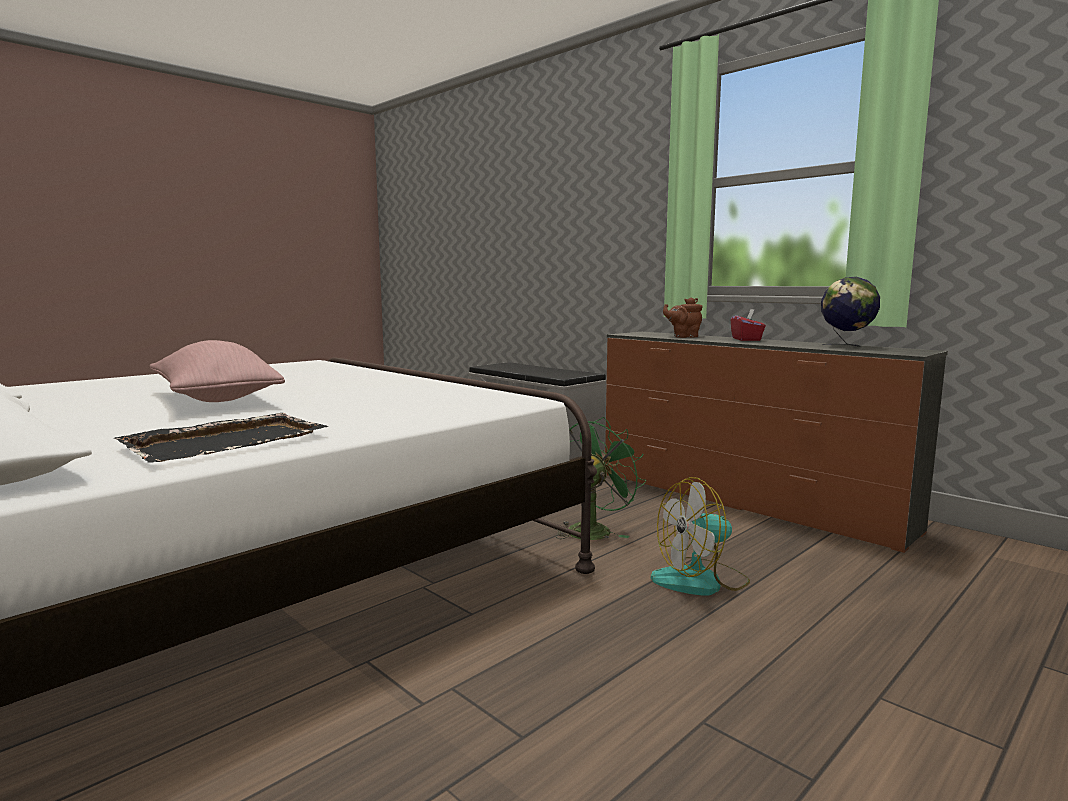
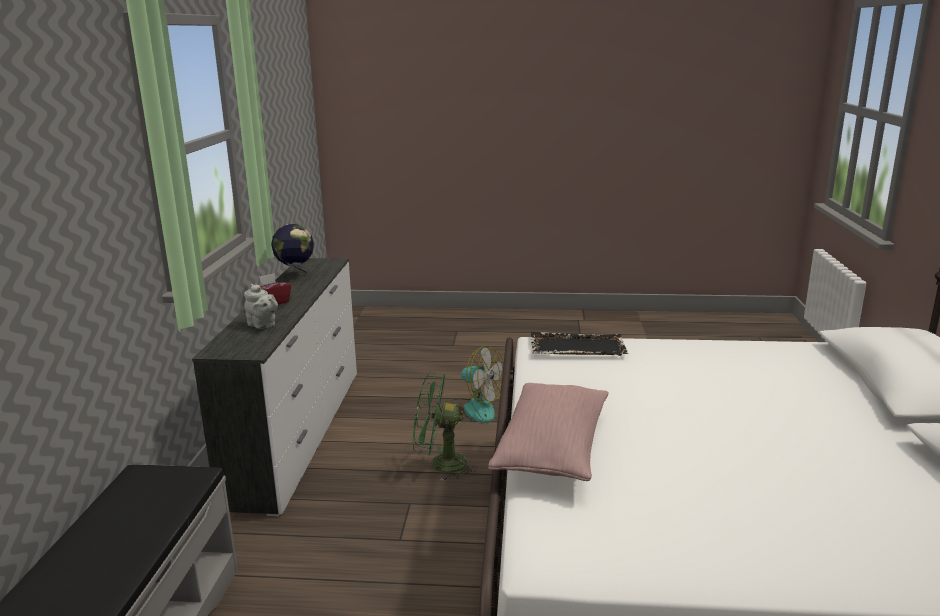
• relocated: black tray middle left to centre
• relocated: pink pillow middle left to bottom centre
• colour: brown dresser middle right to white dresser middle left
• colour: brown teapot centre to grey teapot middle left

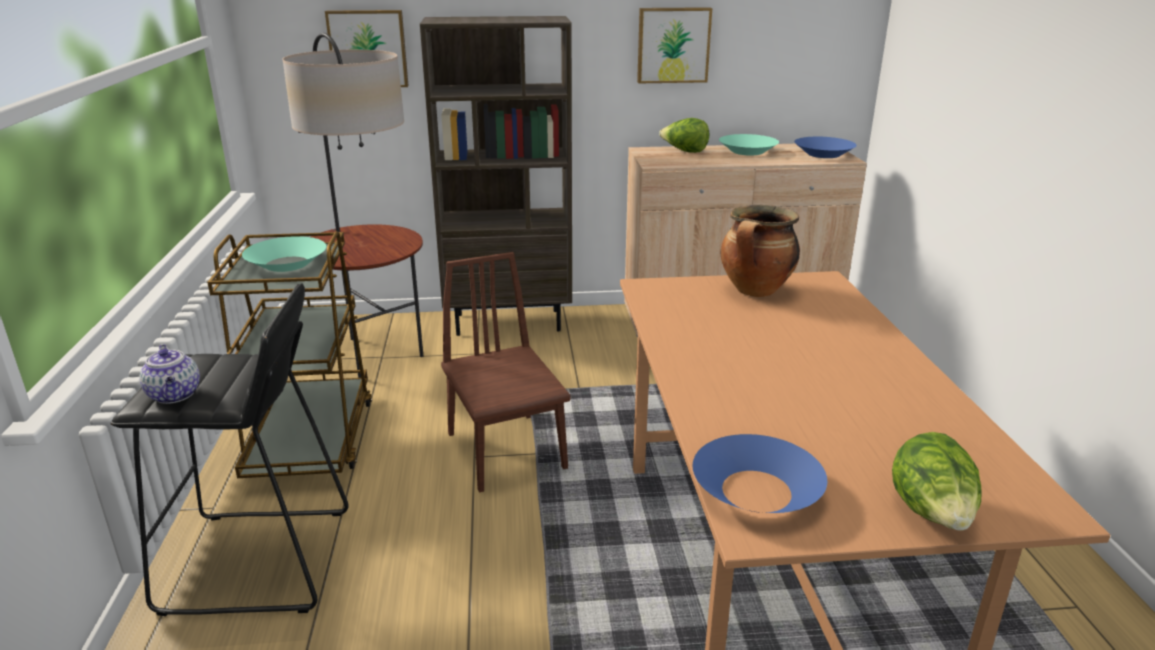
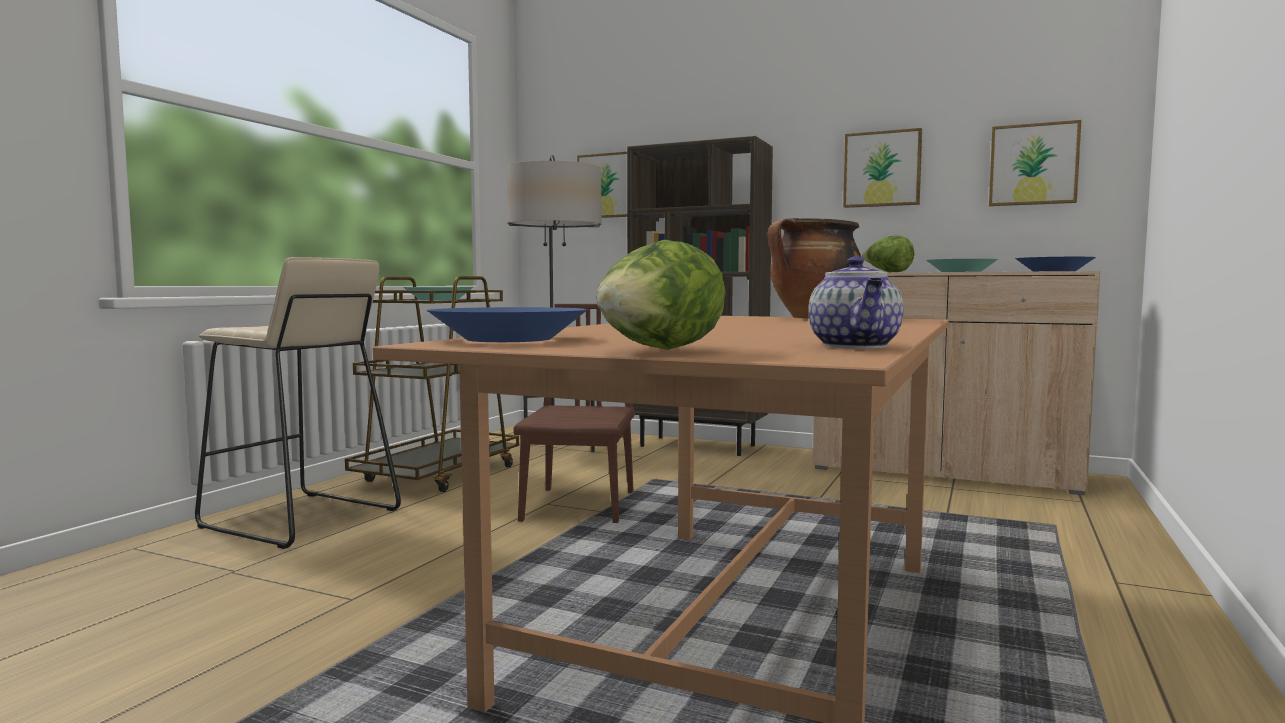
• appeared: picture (no. 3 from left) top right
• relocated: teapot middle left to centre
• colour: black stool bottom left to beige stool middle left

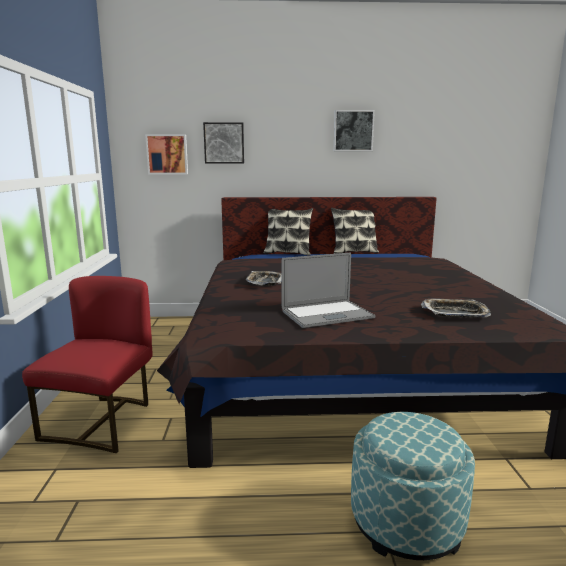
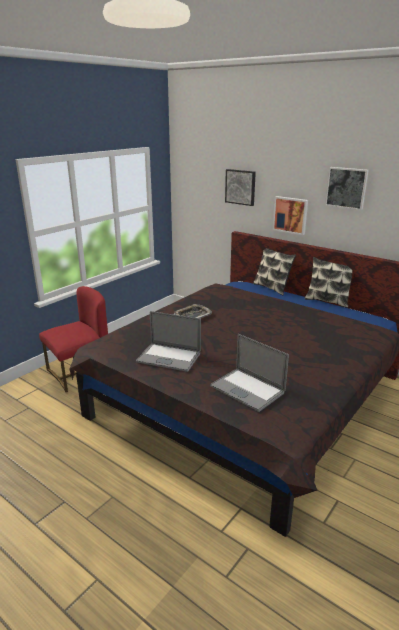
• missing: ottoman bottom right
• relocated: picture (no. 1 from left in the first image) top left to picture (no. 2 from left) middle right
• exchanged: tray (no. 2 from left) middle right to laptop (no. 2 from left) centre

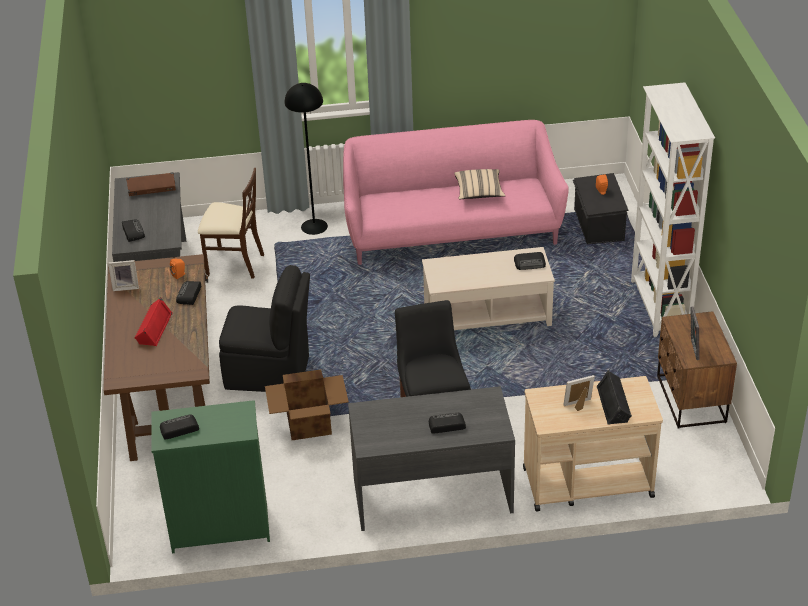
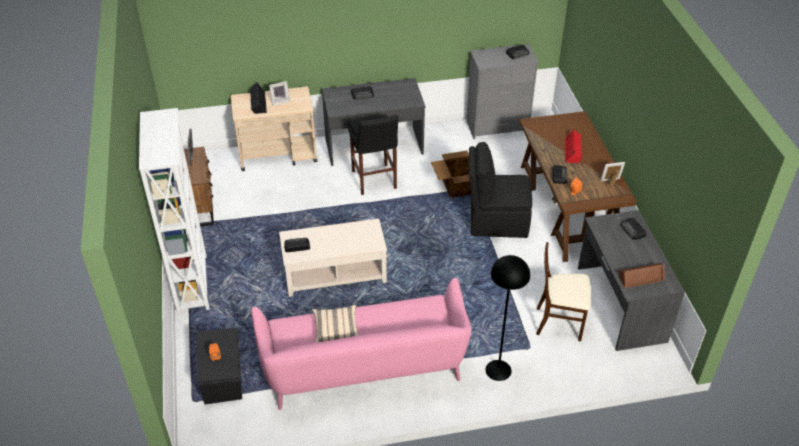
• colour: green dresser bottom left to grey dresser top centre

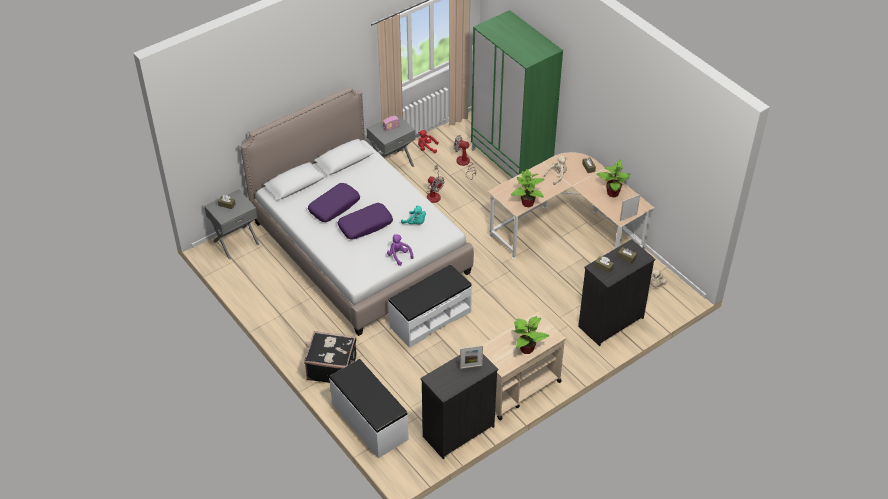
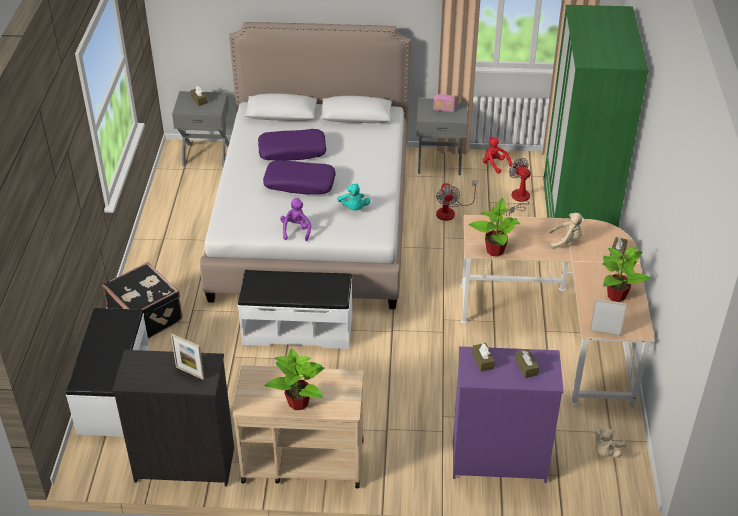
• colour: black dresser (no. 2 from left) middle right to purple dresser bottom right

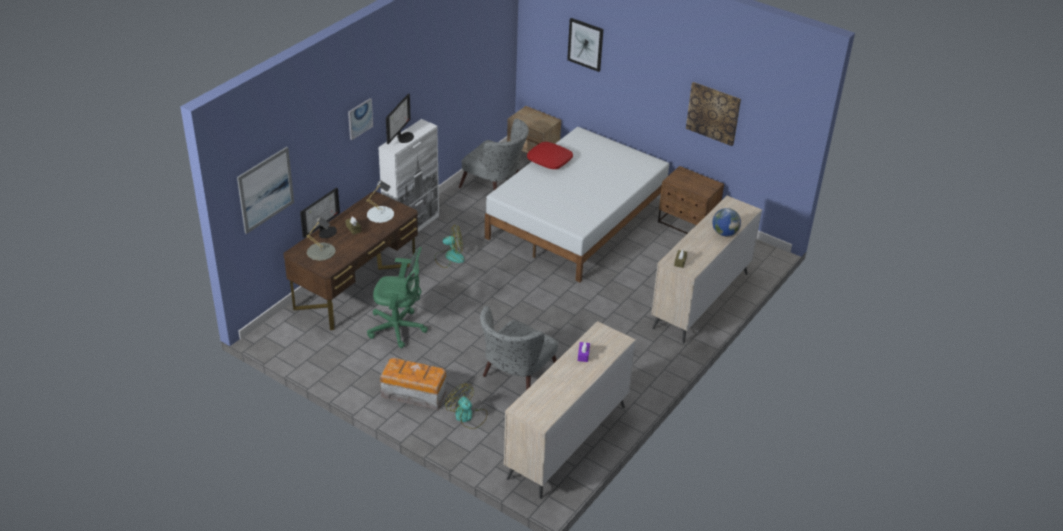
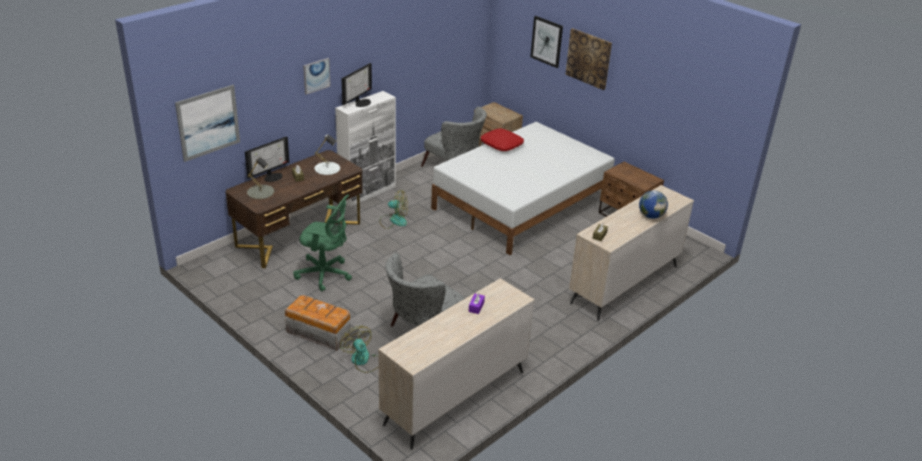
• relocated: picture (no. 4 from left) top right to top centre

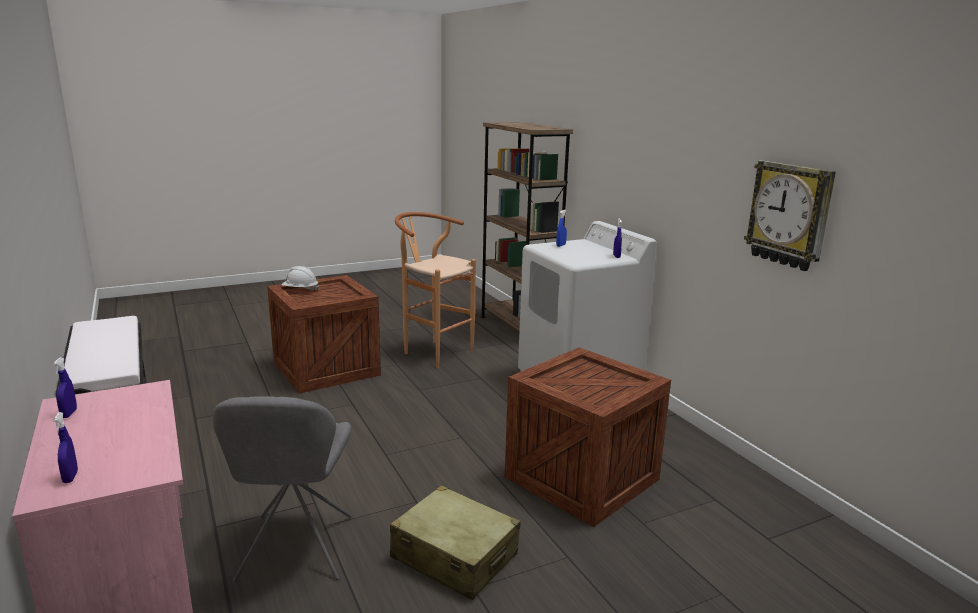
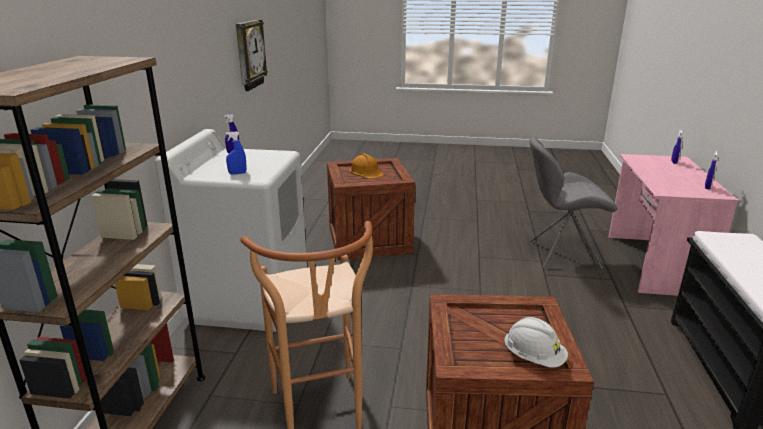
• missing: beige suitcase bottom centre
• appeared: orange hard hat centre
• spun: grey chair bottom left = middle right 120 degrees counterclockwise

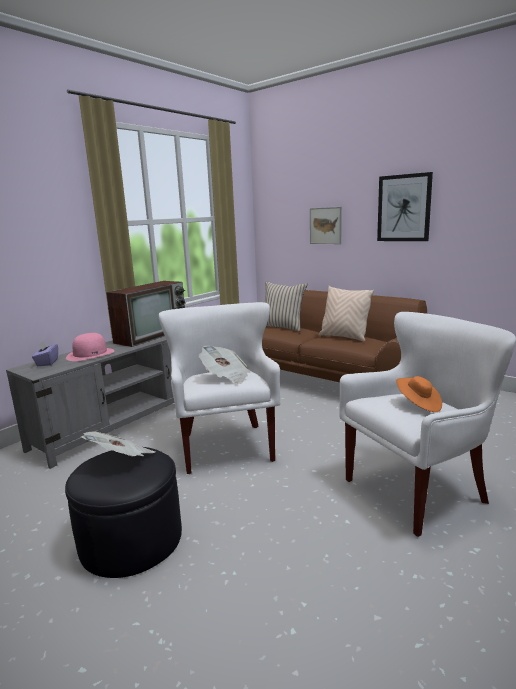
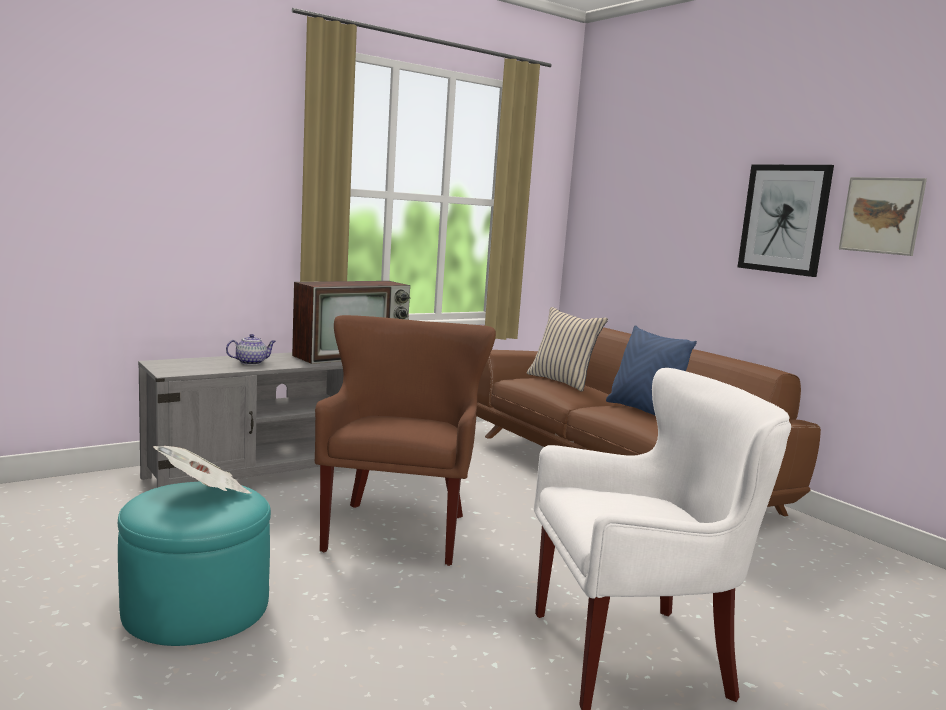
• missing: purple tissue box middle left
• missing: newspaper (no. 2 from left) centre
• missing: orange hat middle right
• relocated: picture (no. 1 from left in the first image) top centre to picture (no. 2 from left) top right
• exchanged: pink hat middle left to teapot middle left
• colour: black ottoman bottom left to turquoise ottoman bottom left
• colour: white armchair (no. 1 from left) centre to brown armchair centre
• colour: beige pillow (no. 2 from left) middle right to blue pillow middle right

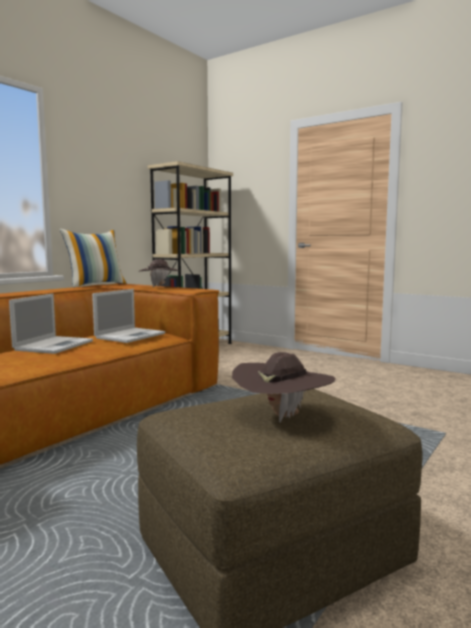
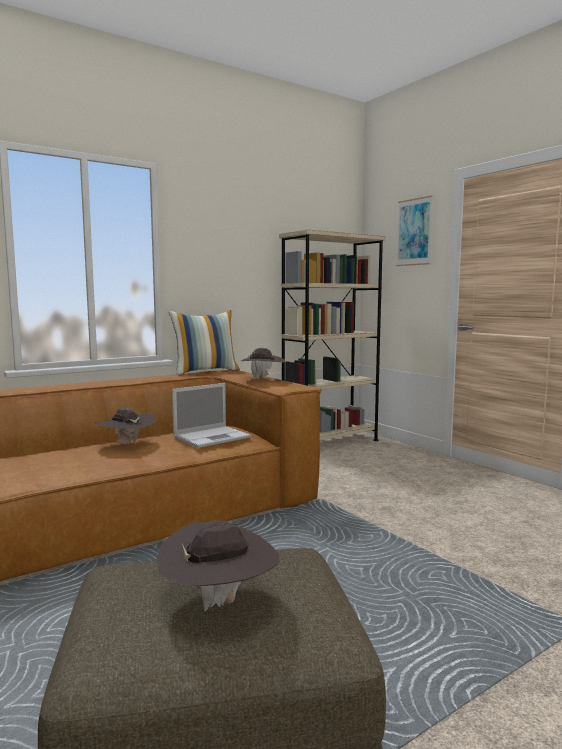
• appeared: picture top right
• exchanged: laptop (no. 1 from left) middle left to brown hat (no. 1 from left) middle left

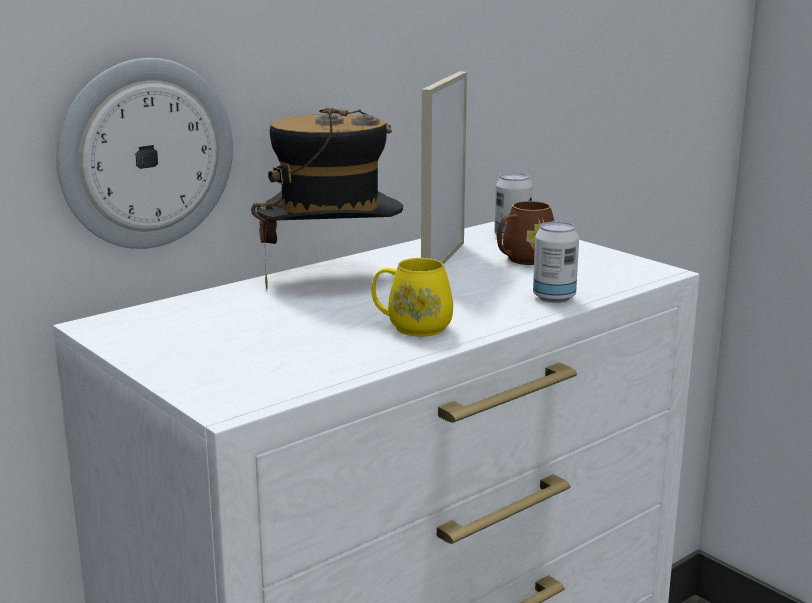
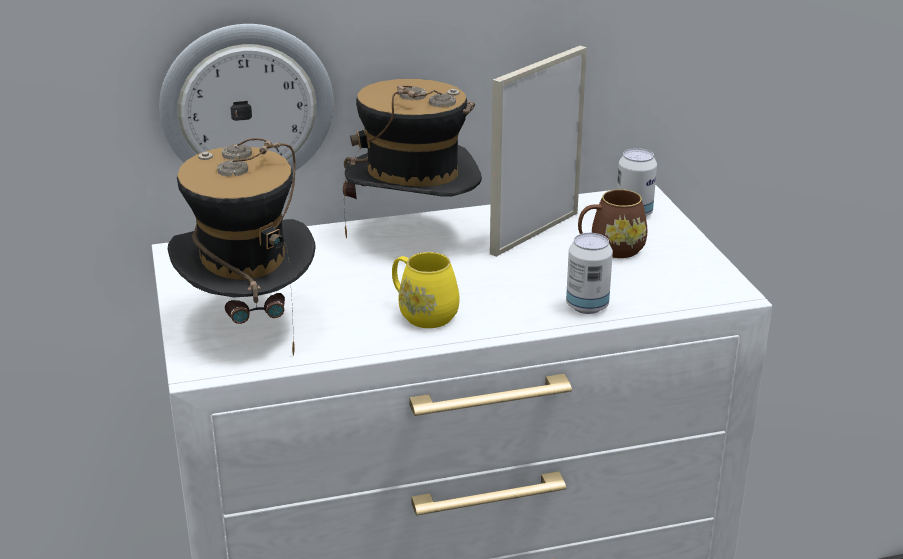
• appeared: hat (no. 1 from left) middle left

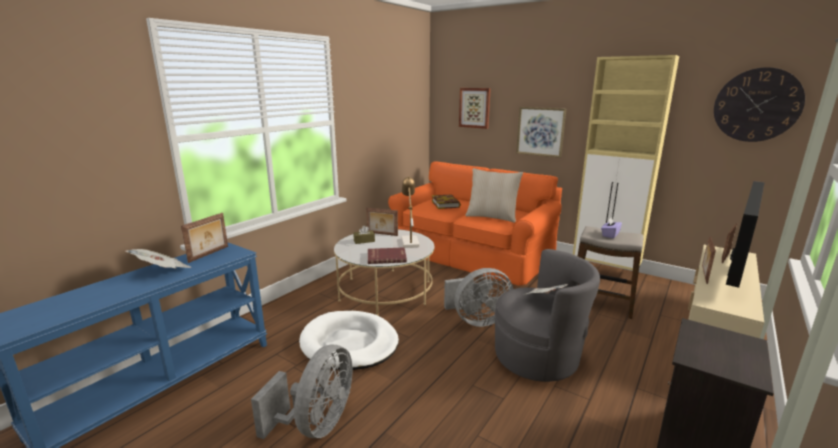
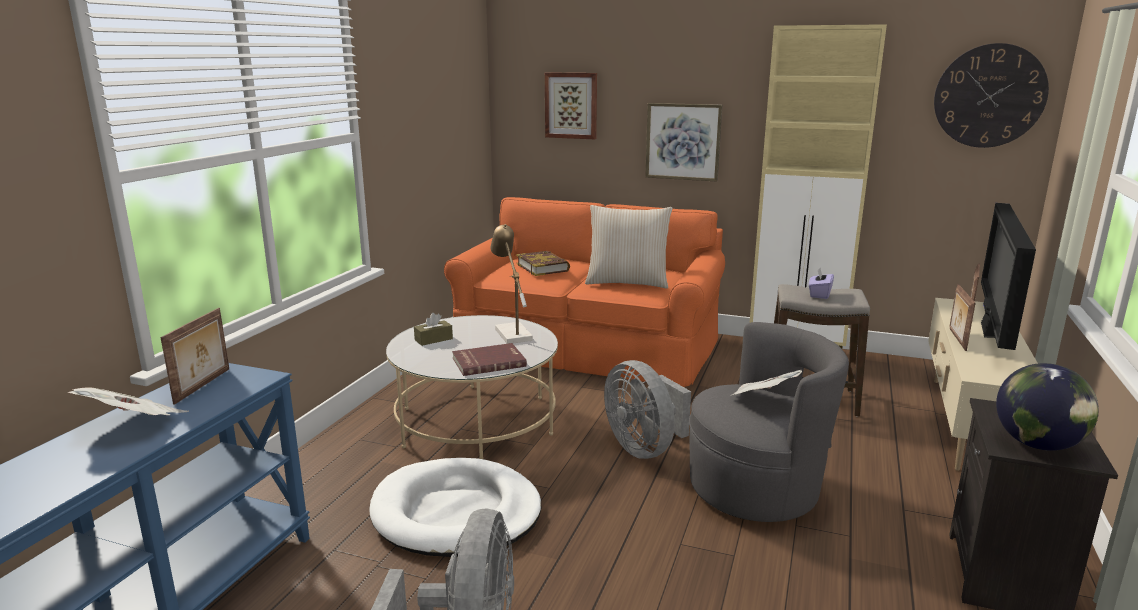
• missing: picture frame (no. 2 from left) centre
• appeared: globe bottom right
• spun: grey fan (no. 2 from left) centre = bottom centre 90 degrees clockwise

